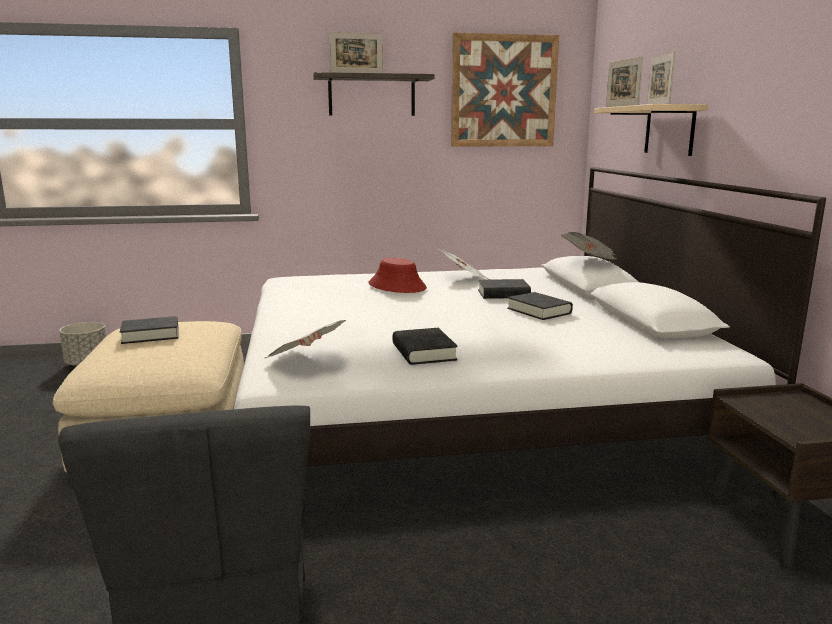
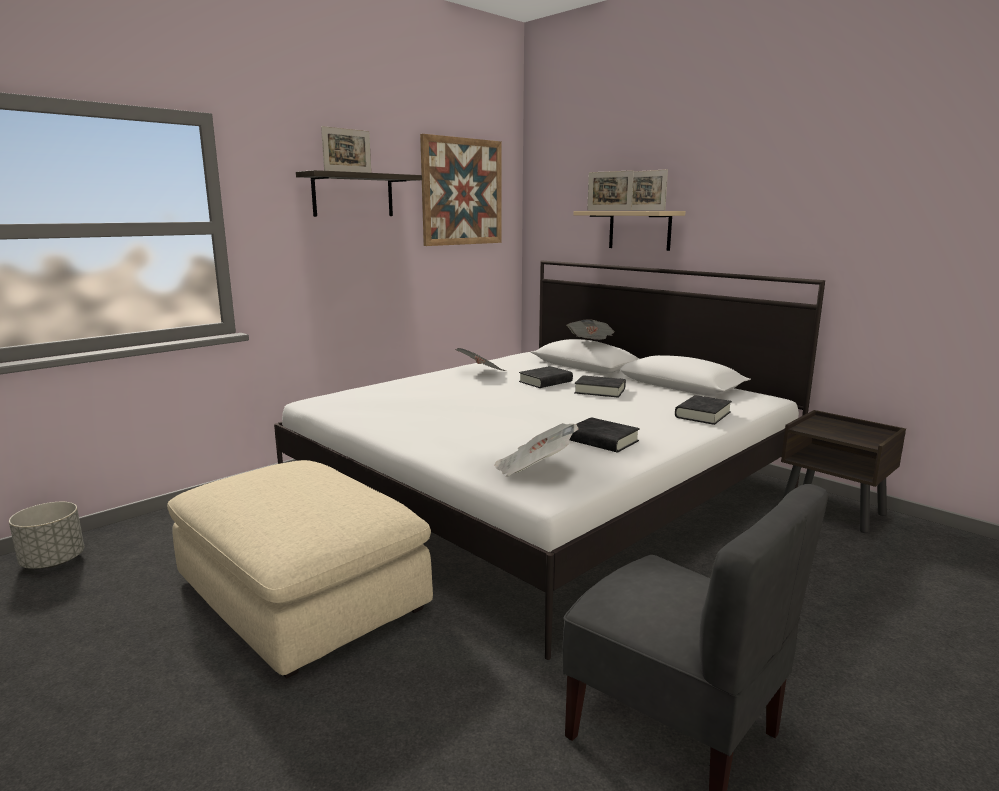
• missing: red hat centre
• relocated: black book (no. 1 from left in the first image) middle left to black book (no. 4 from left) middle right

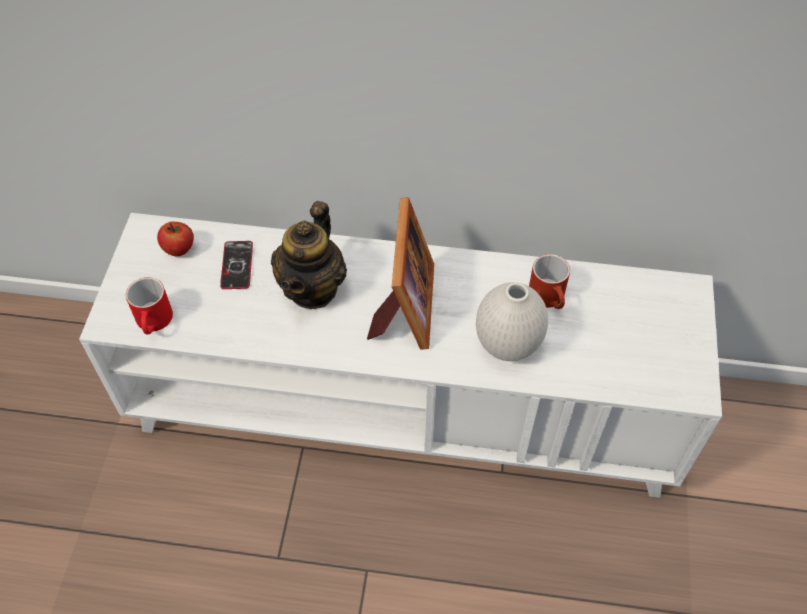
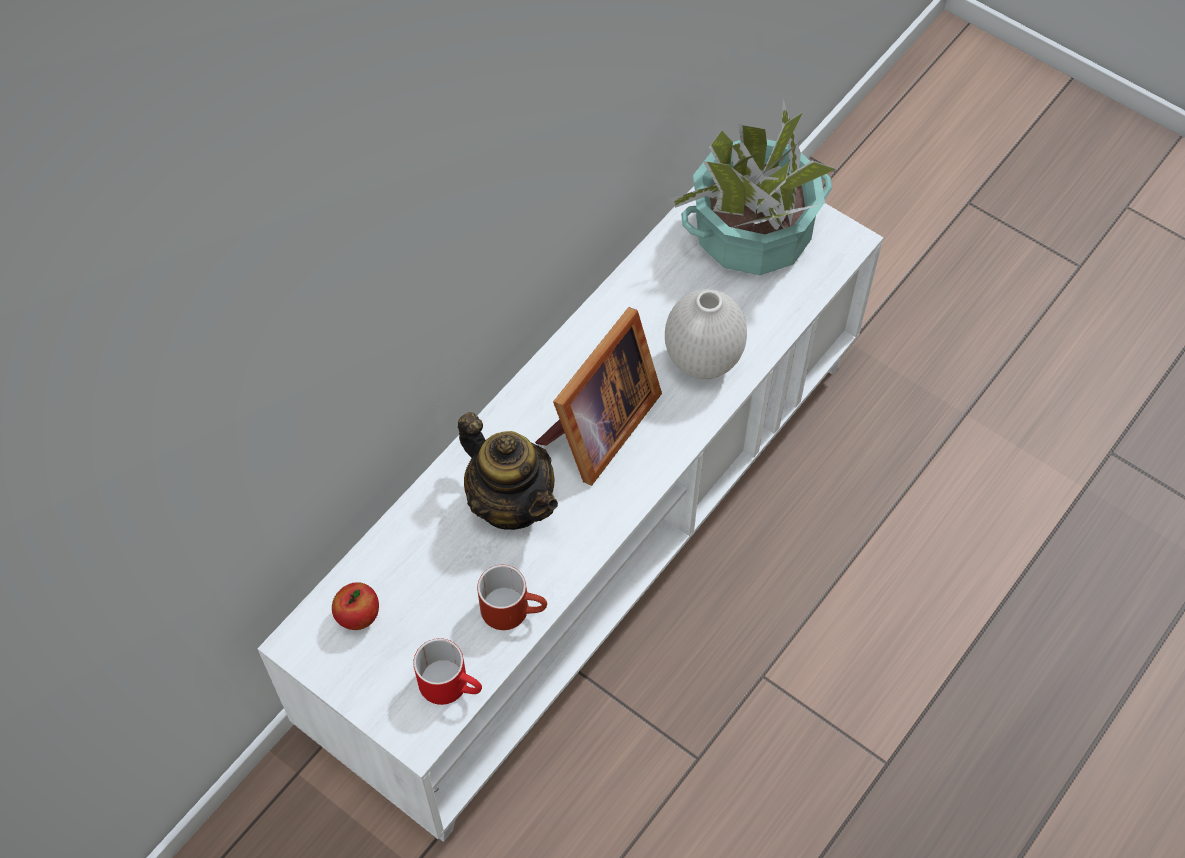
• missing: phone middle left
• appeared: potted plant top centre
• relocated: red mug (no. 2 from left) middle right to bottom centre
• spun: picture frame centre = centre 90 degrees clockwise

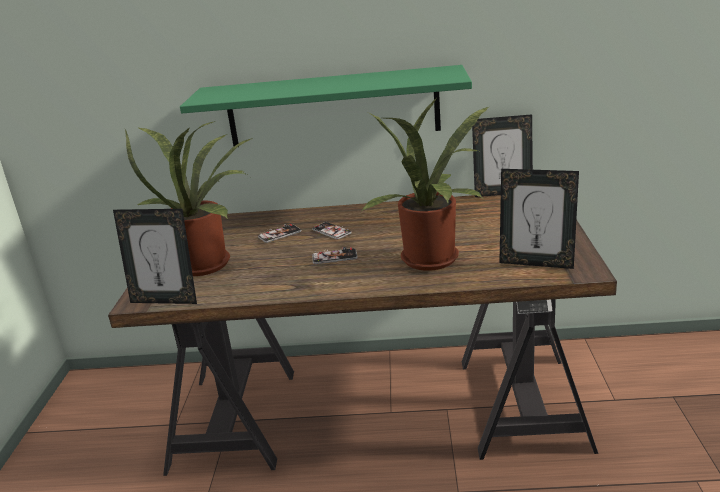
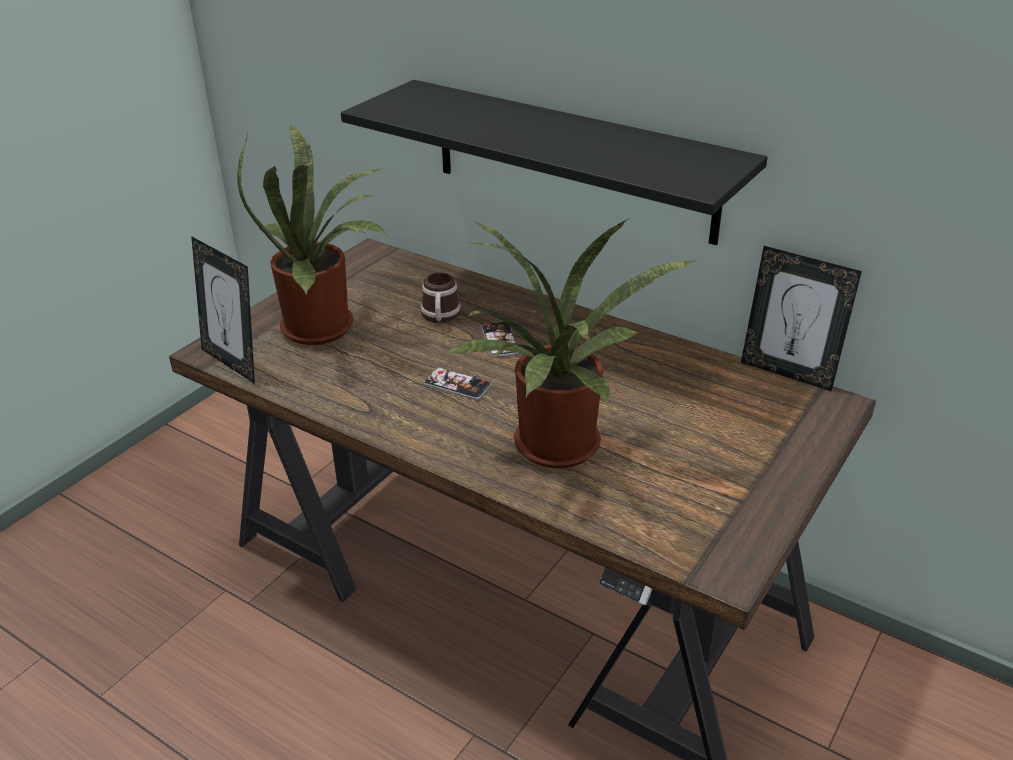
• missing: picture frame (no. 3 from left) middle right
• exchanged: phone (no. 1 from left) centre to mug centre
• colour: green shelf top centre to black shelf top centre

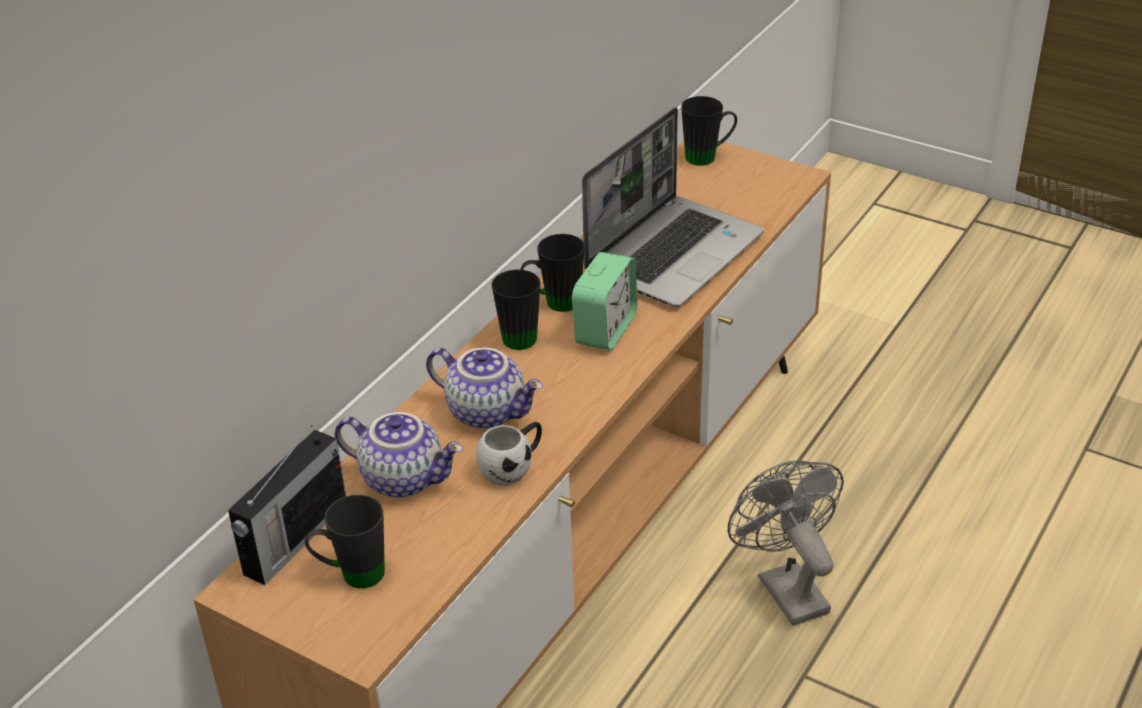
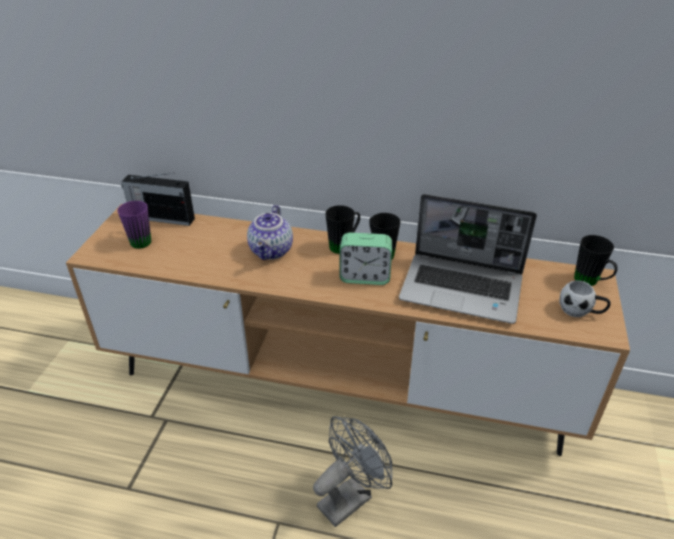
• missing: teapot (no. 1 from left) centre
• relocated: white mug centre to middle right
• colour: black mug (no. 1 from left) bottom left to purple mug middle left

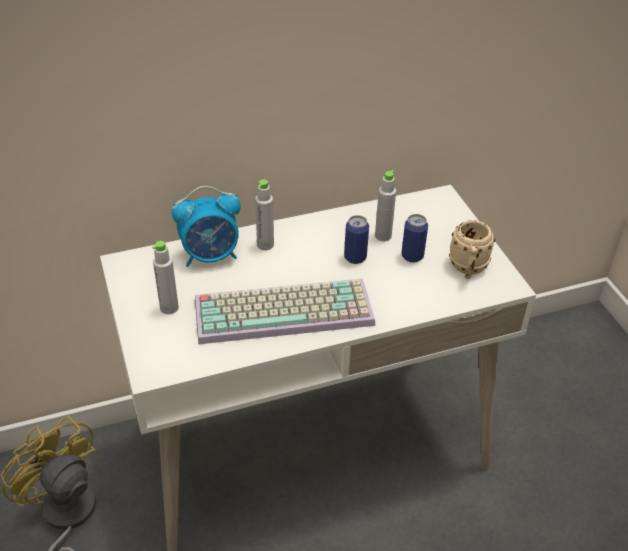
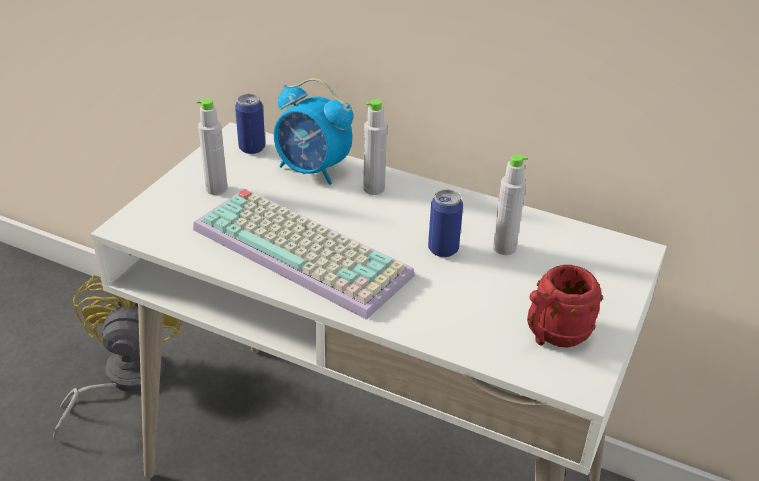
• relocated: can (no. 2 from left in the first image) centre to can (no. 1 from left) top left
• colour: beige mug middle right to red mug middle right

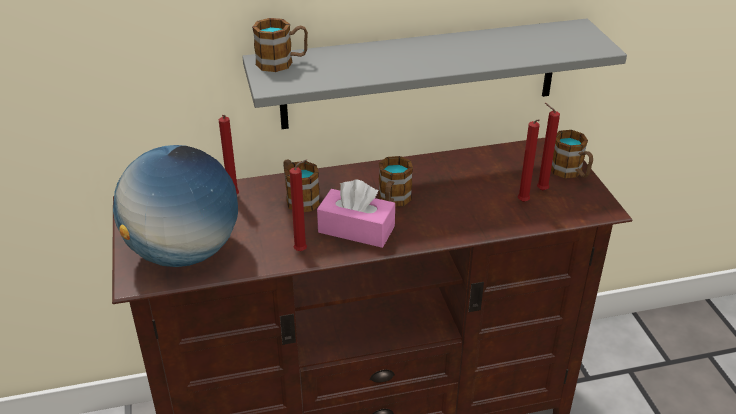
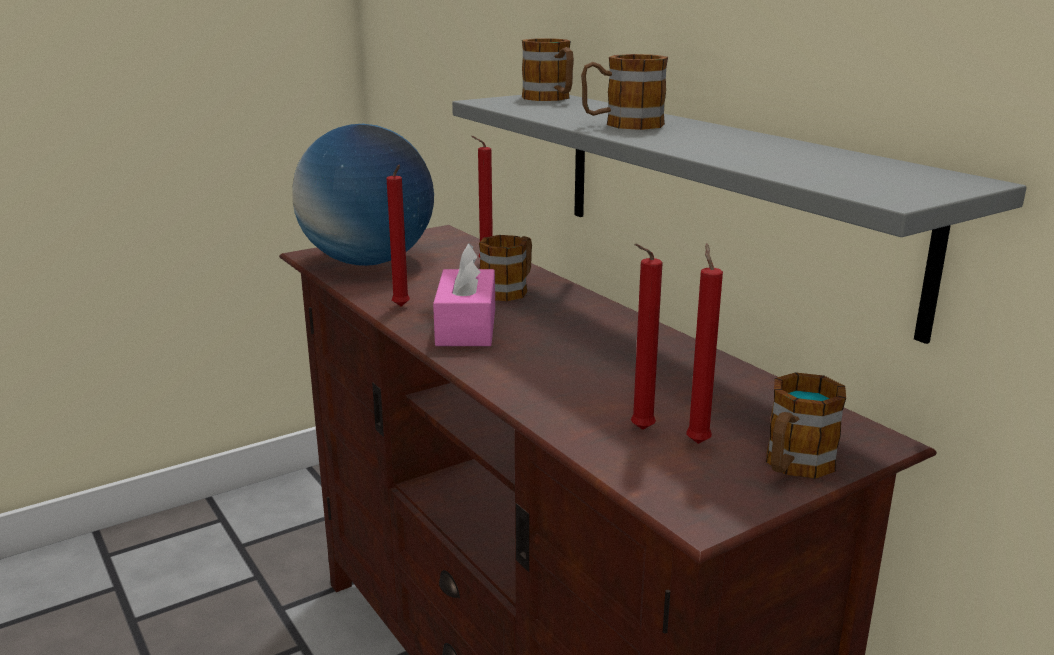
• relocated: mug (no. 3 from left) centre to top centre

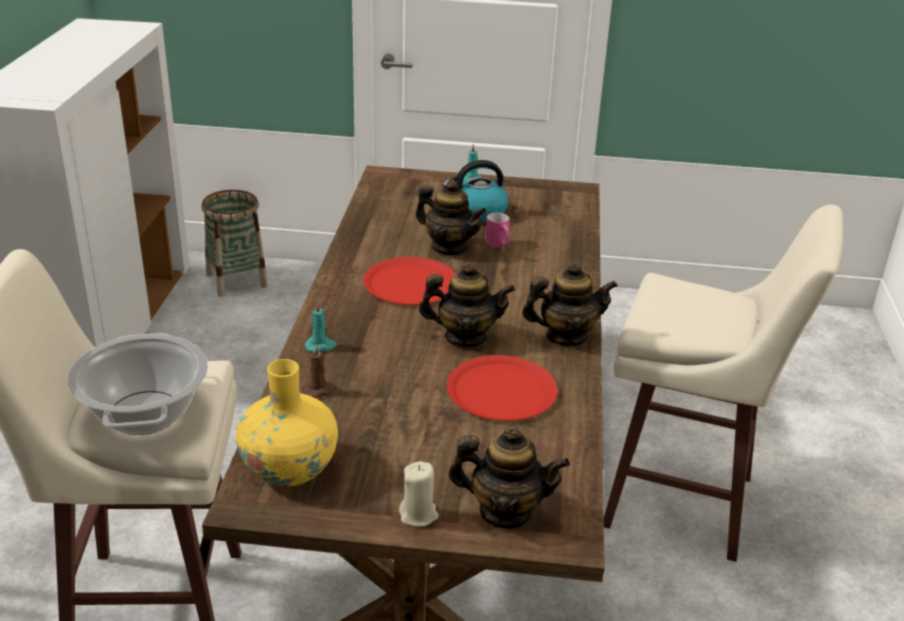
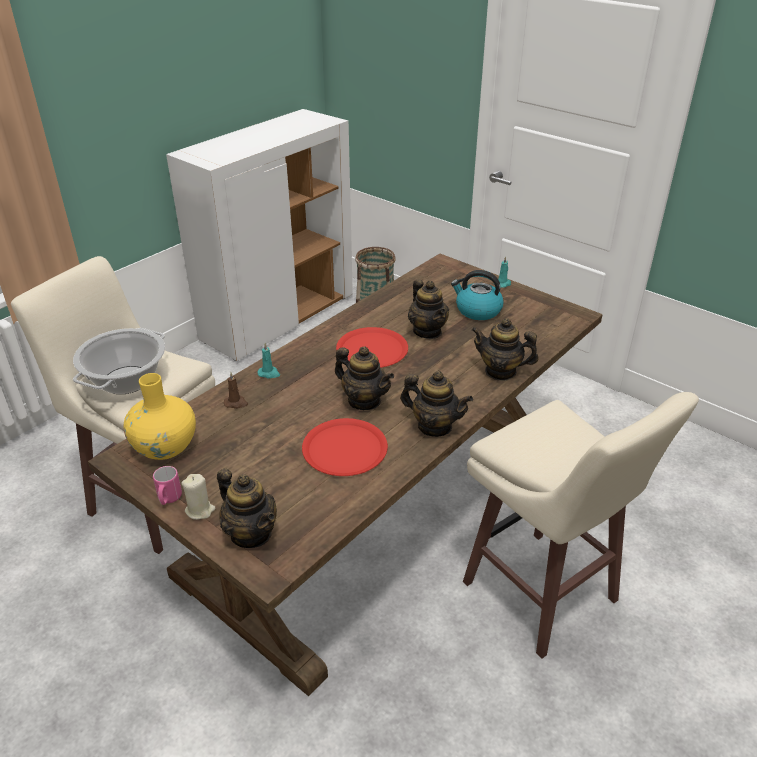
• appeared: teapot (no. 5 from left) middle right
• relocated: pink mug centre to middle left

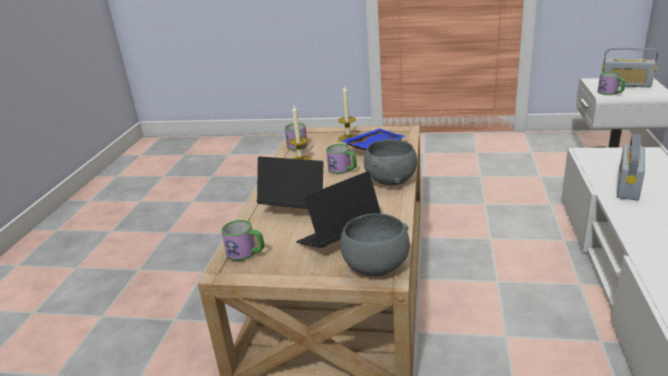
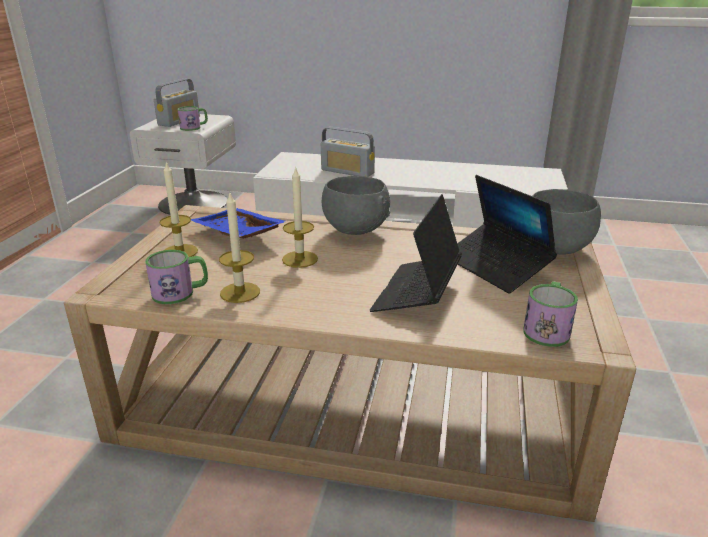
• exchanged: mug (no. 3 from left) centre to candle (no. 3 from left) centre

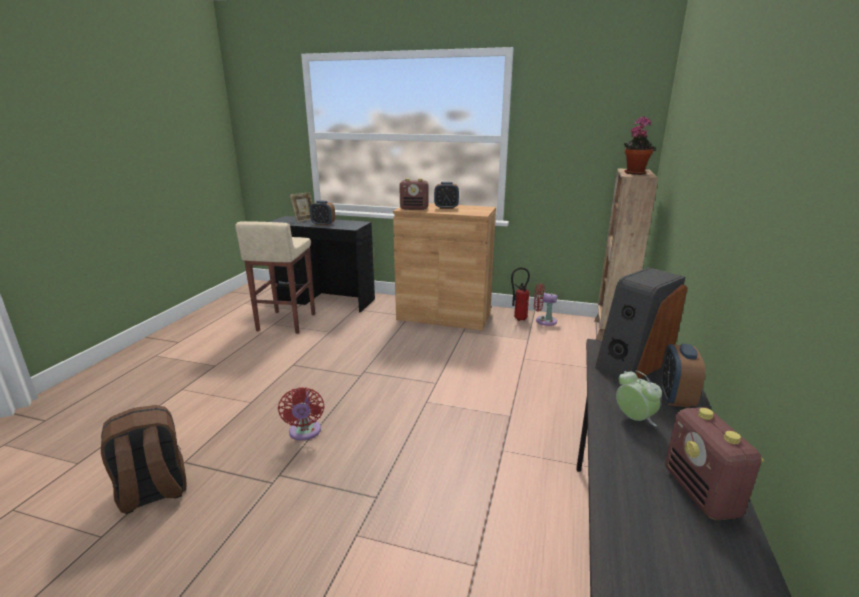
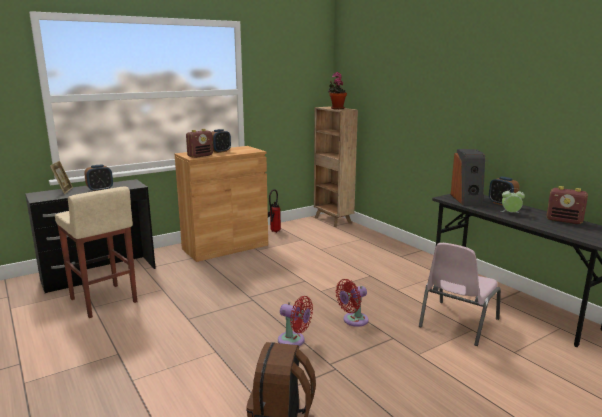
• appeared: pink chair bottom right
• relocated: red fan (no. 2 from left) centre to bottom centre

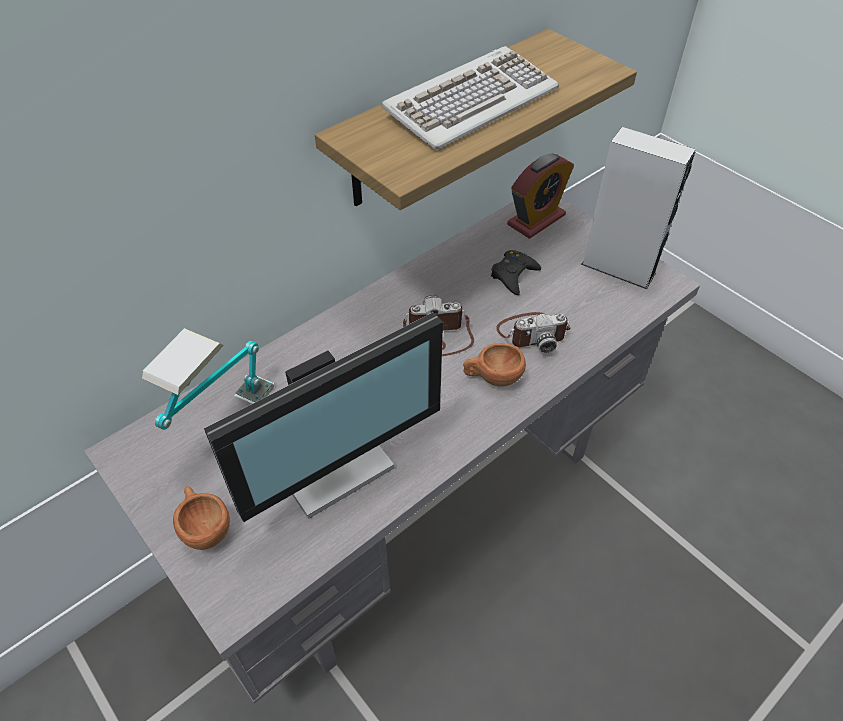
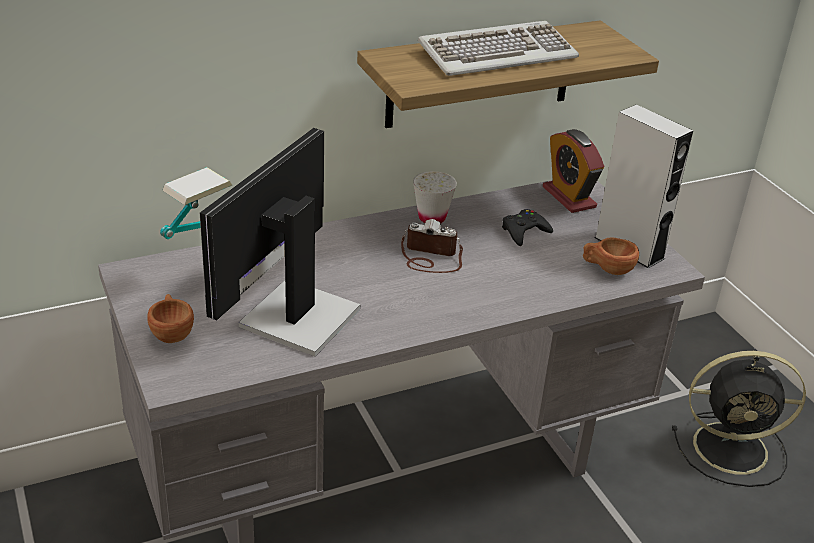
• missing: photo camera (no. 2 from left) centre
• appeared: white cup centre
• appeared: black fan bottom right
• relocated: brown cup (no. 2 from left) centre to middle right
• spun: monitor centre = centre 135 degrees clockwise
• spun: alarm clock top centre = top right 90 degrees clockwise

